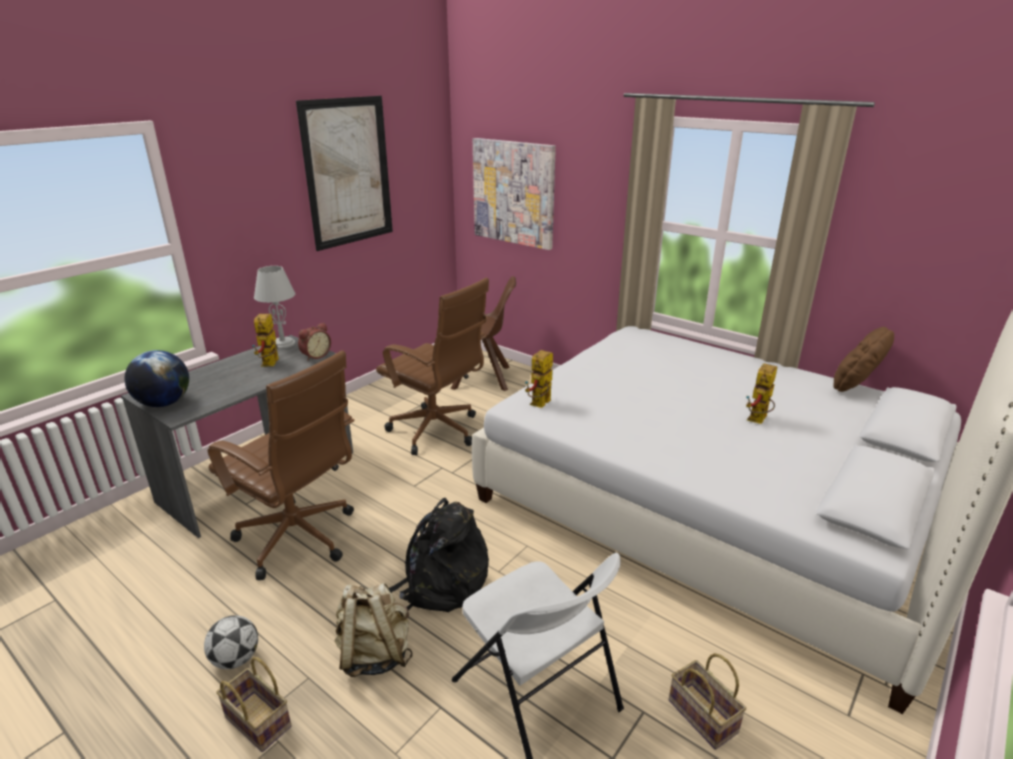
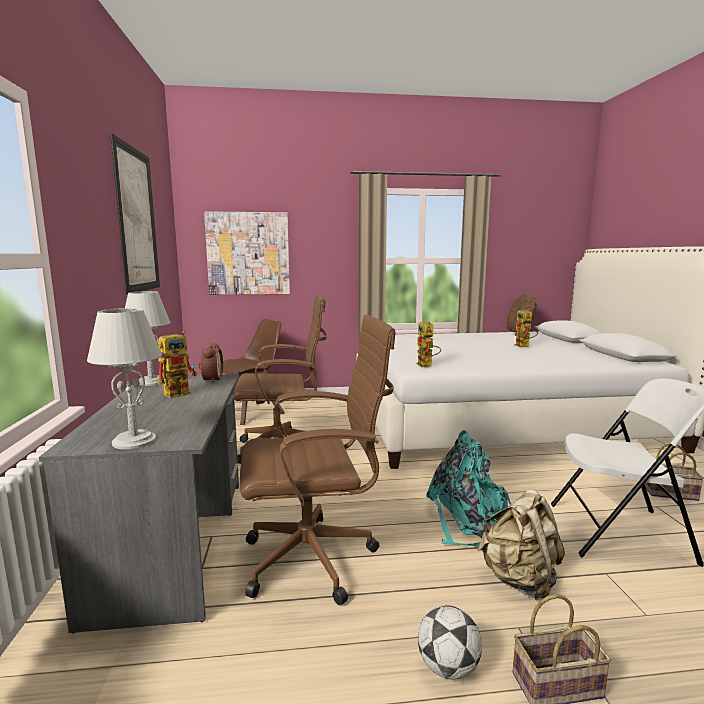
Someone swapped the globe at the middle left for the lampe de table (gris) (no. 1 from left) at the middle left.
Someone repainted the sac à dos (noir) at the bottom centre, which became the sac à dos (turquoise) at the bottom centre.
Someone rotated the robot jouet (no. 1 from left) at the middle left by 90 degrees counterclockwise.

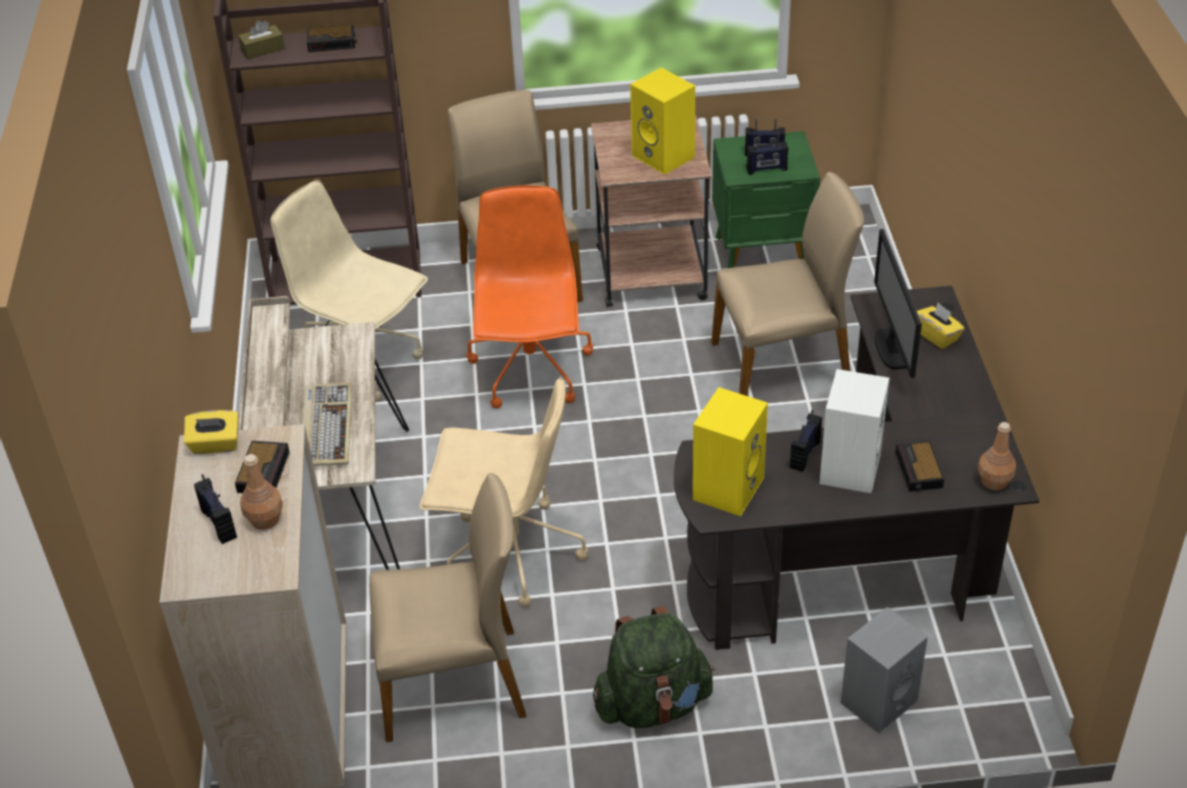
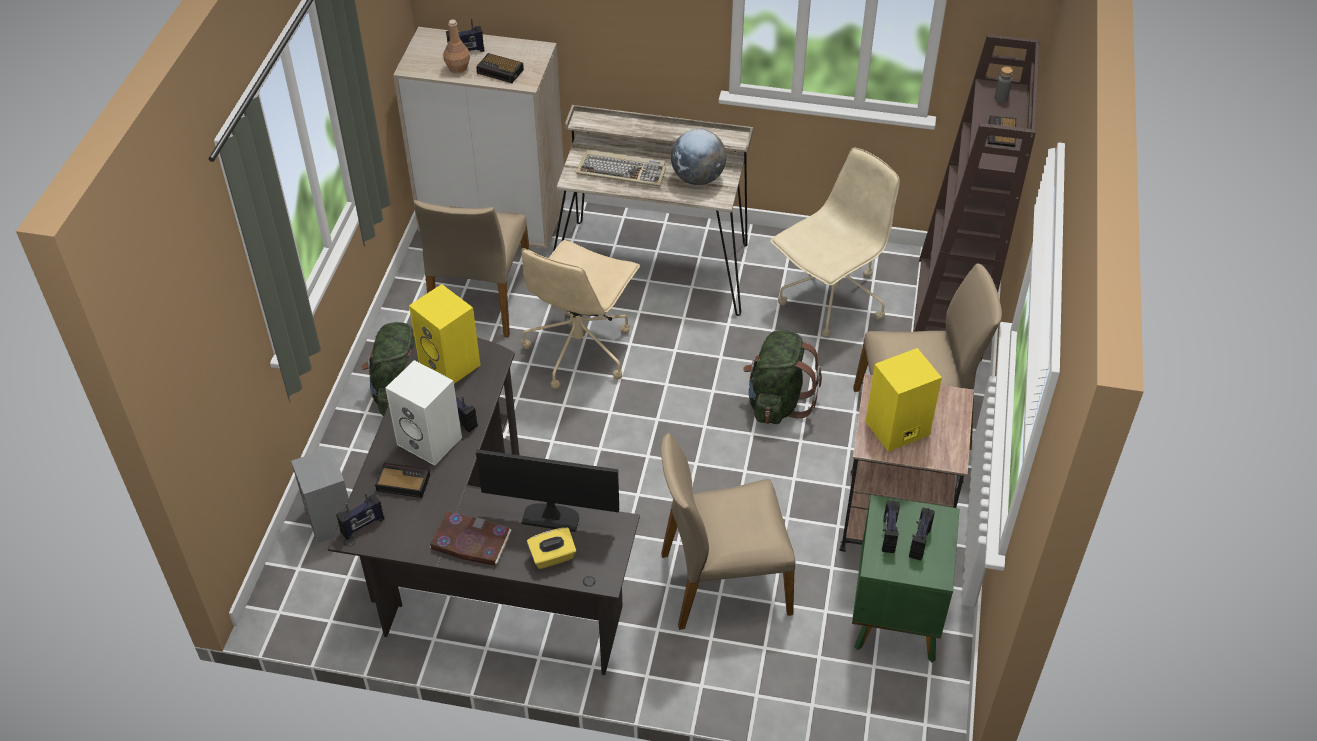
Someone took away the boîte à mouchoirs (jaune) (no. 1 from left) at the middle left.
Someone put down the livre at the bottom centre.
Someone put down the globe at the top centre.
Someone swapped the boîte à mouchoirs (marron) at the top left for the bouteille (gris) at the top right.
Someone swapped the chaise de bureau (orange) at the centre for the sac à dos (vert) (no. 2 from left) at the centre.
Someone swapped the bouteille (marron) (no. 2 from left) at the middle right for the radio (no. 1 from left) at the bottom left.
Someone rotated the chaise (beige) (no. 3 from left in the first image) at the centre by 75 degrees clockwise.

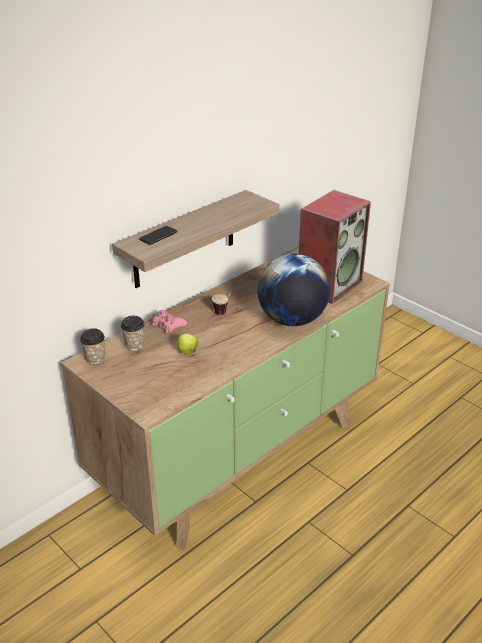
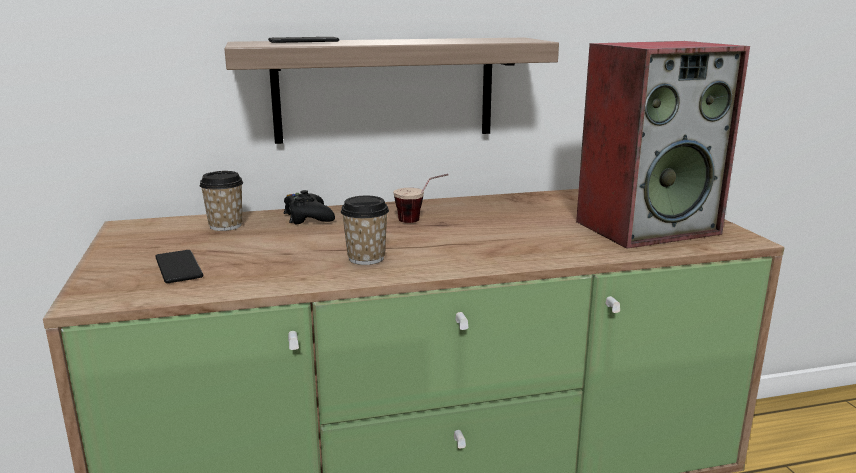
Someone took away the pomme at the centre.
Someone took away the globe at the centre.
Someone put down the téléphone (no. 1 from left) at the middle left.
Someone carried the tasse (no. 1 from left in the first image) from the middle left to the centre.
Someone repainted the manette (rose) at the centre, which became the manette (noir) at the centre.

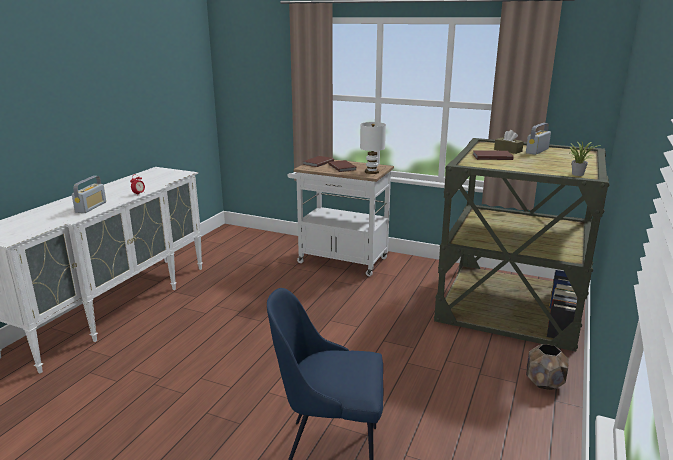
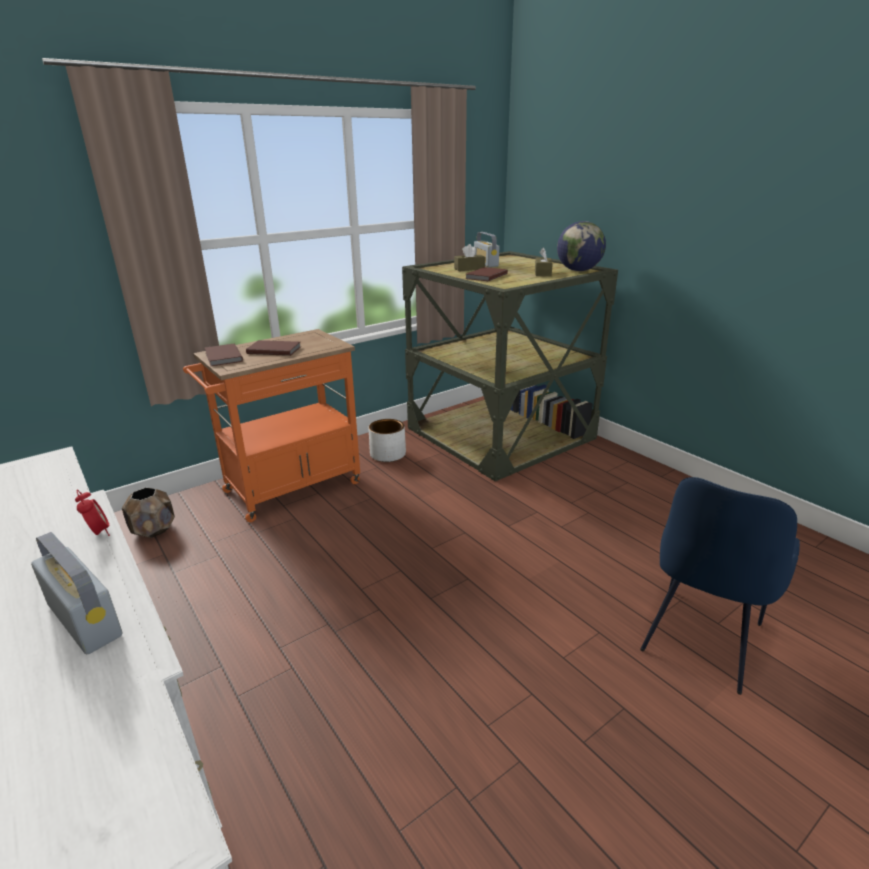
Someone took away the lampe de table (blanc) at the top centre.
Someone put down the cache-pot (blanc) at the centre.
Someone put down the boîte à mouchoirs (marron) (no. 2 from left) at the top centre.
Someone carried the cache-pot (marron) from the bottom right to the middle left.
Someone swapped the plante en pot at the middle right for the globe at the top right.
Someone repainted the chariot (blanc) at the centre, which became the chariot (orange) at the middle left.

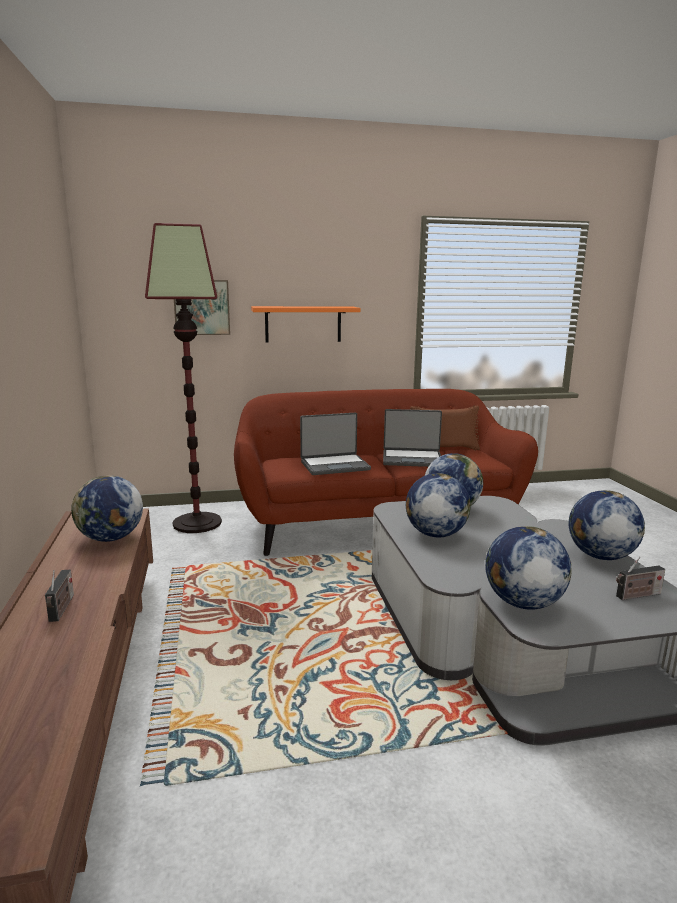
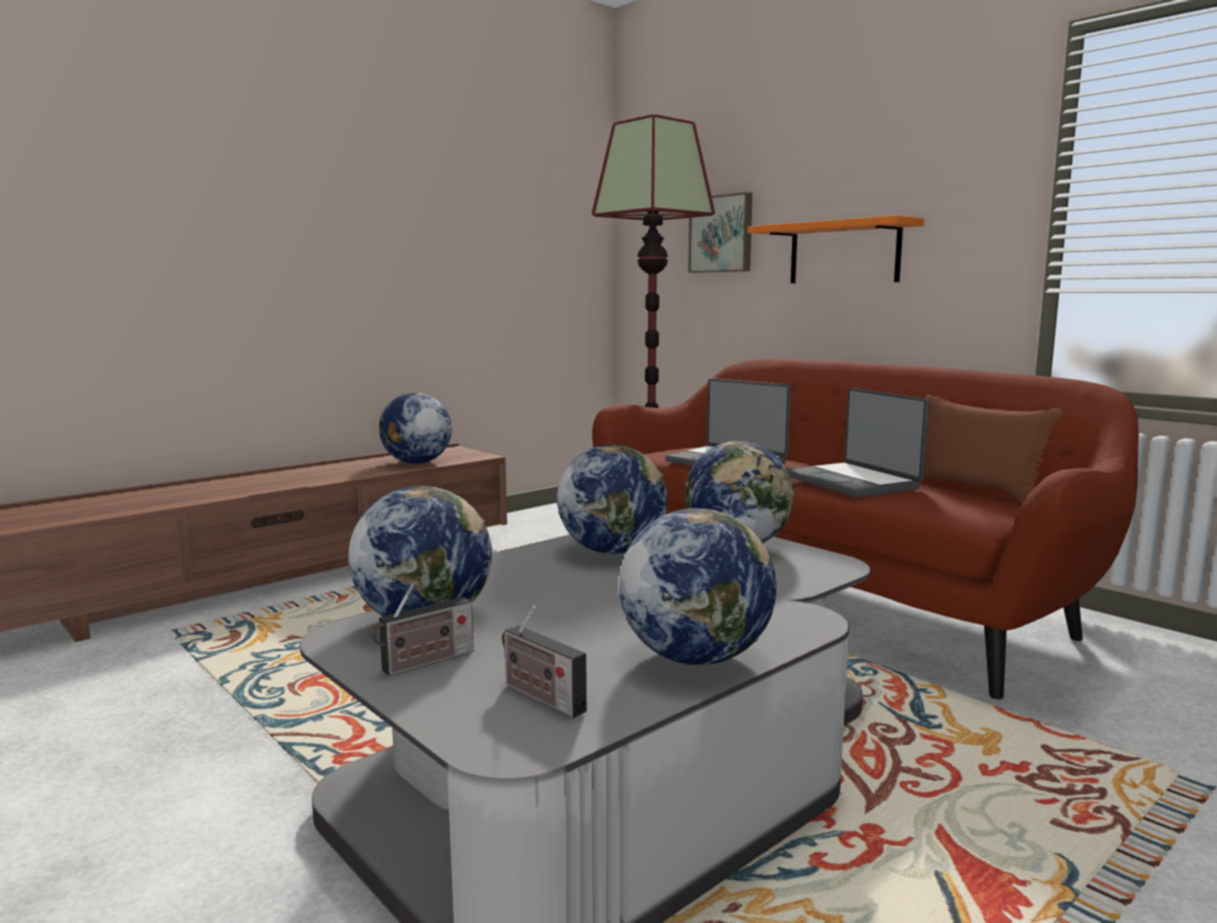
Someone carried the radio (no. 1 from left) from the middle left to the bottom centre.

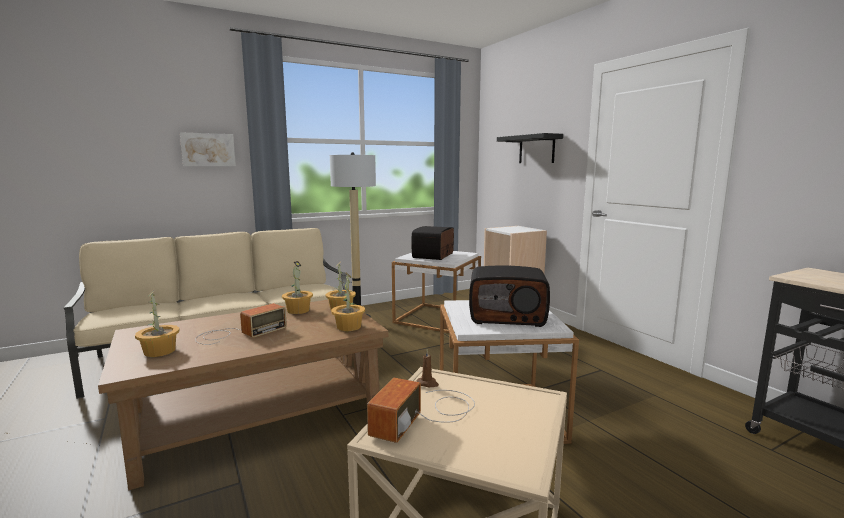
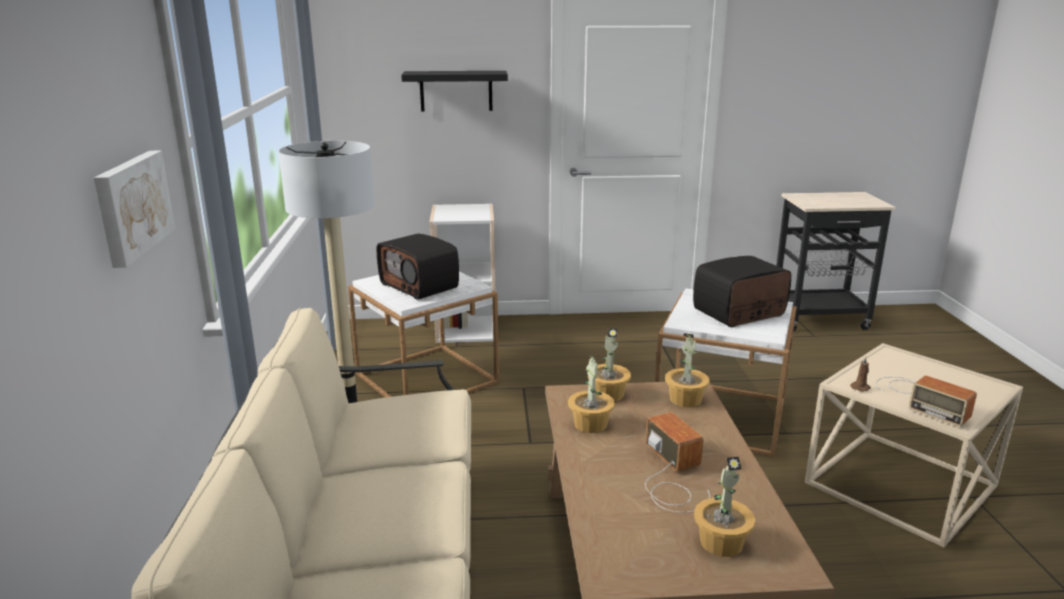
Someone rotated the radio (no. 4 from left in the first image) at the centre by 150 degrees counterclockwise.

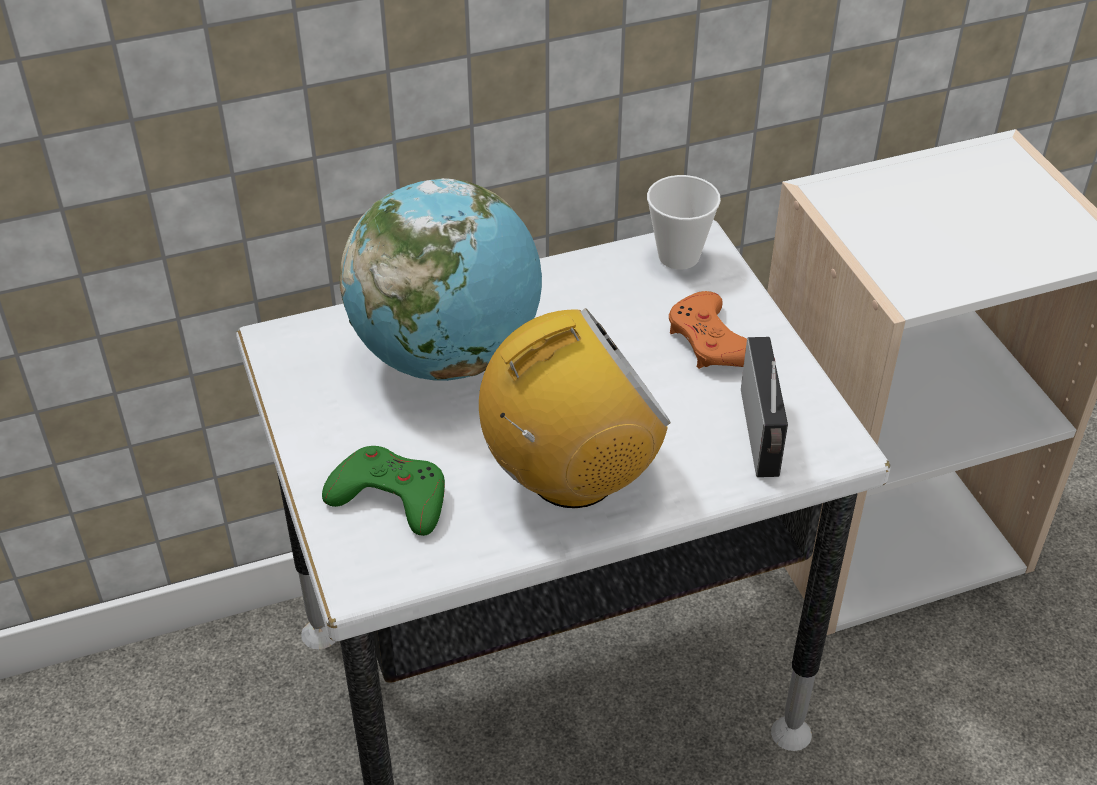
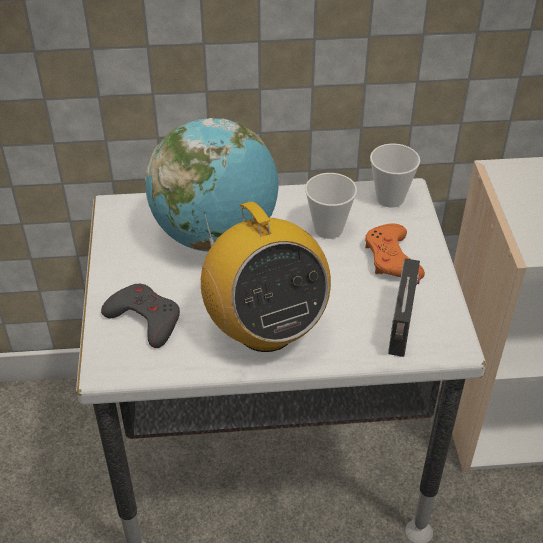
Someone put down the tasse (no. 1 from left) at the centre.
Someone repainted the manette (vert) at the centre, which became the manette (gris) at the middle left.
Someone rotated the radio (no. 1 from left) at the centre by 75 degrees clockwise.

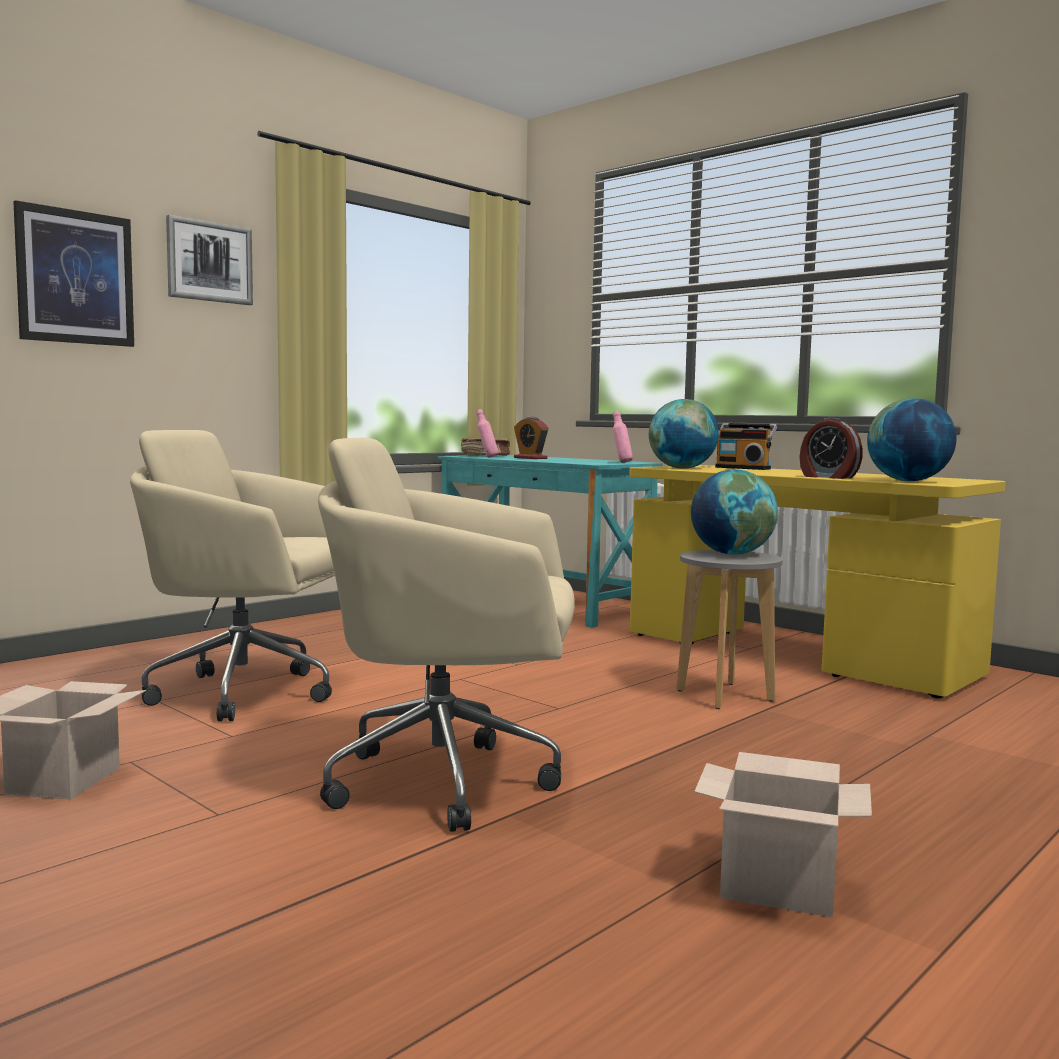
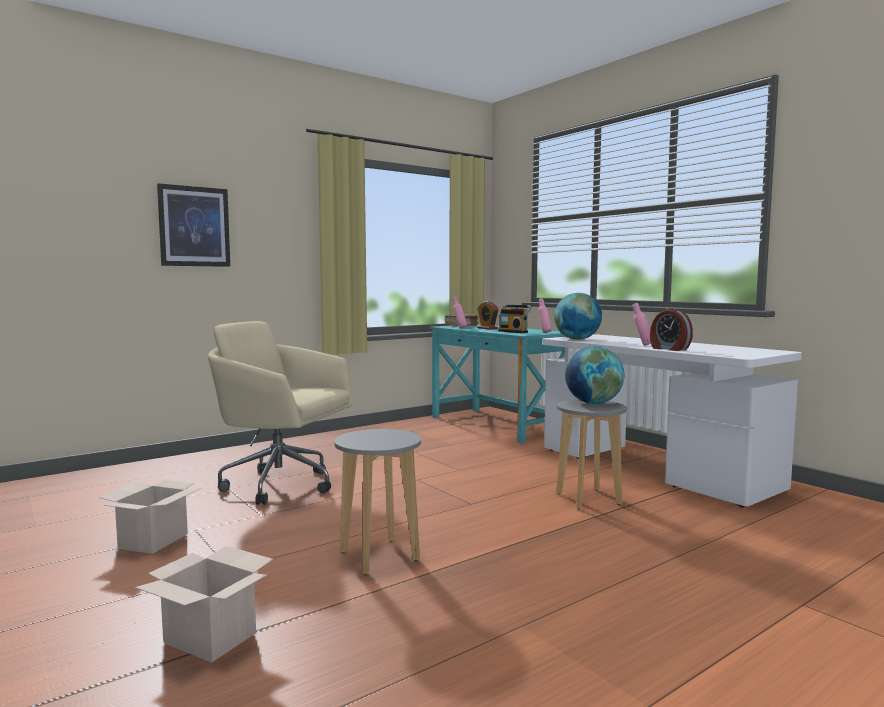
Someone took away the tableau (no. 2 from left) at the top left.
Someone took away the globe (no. 3 from left) at the middle right.
Someone put down the bouteille (rose) (no. 3 from left) at the middle right.
Someone carried the carton (no. 2 from left) from the bottom right to the bottom left.
Someone carried the radio from the middle right to the centre.
Someone swapped the chaise de bureau (beige) (no. 2 from left) at the centre for the tabouret (gris) (no. 1 from left) at the bottom centre.
Someone repainted the bureau (jaune) at the middle right, which became the bureau (blanc) at the middle right.

